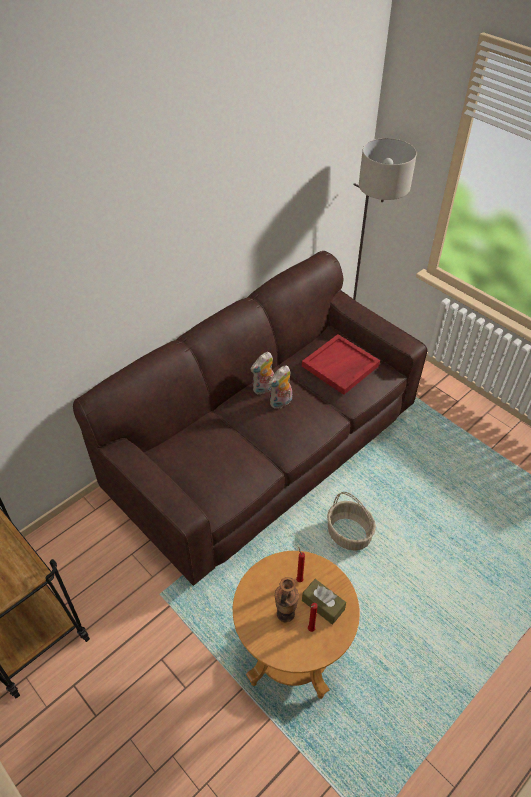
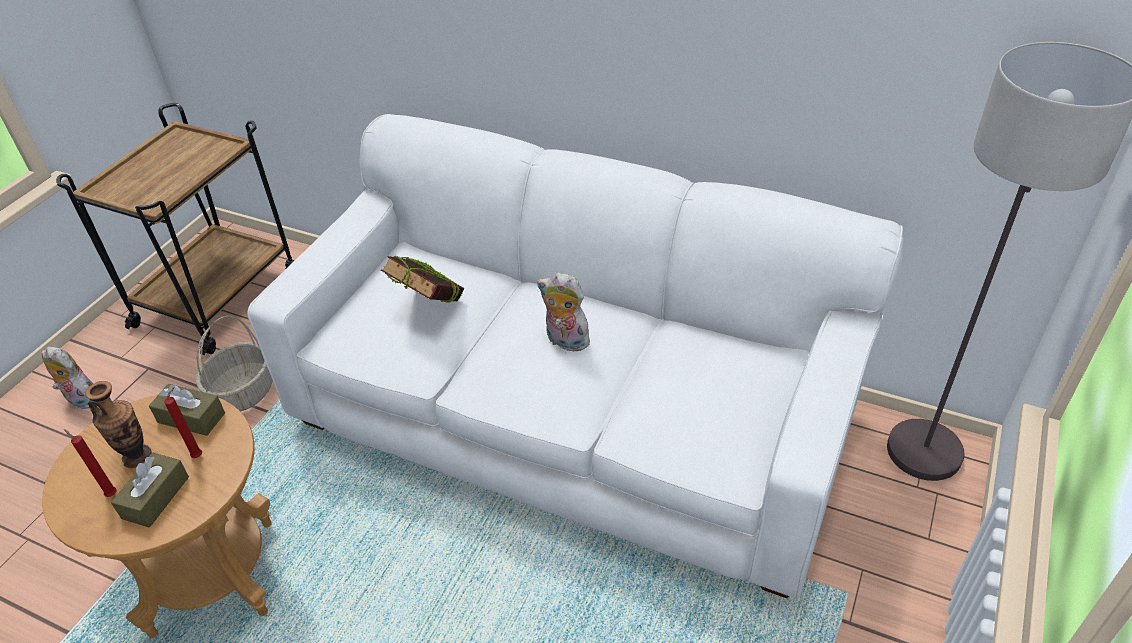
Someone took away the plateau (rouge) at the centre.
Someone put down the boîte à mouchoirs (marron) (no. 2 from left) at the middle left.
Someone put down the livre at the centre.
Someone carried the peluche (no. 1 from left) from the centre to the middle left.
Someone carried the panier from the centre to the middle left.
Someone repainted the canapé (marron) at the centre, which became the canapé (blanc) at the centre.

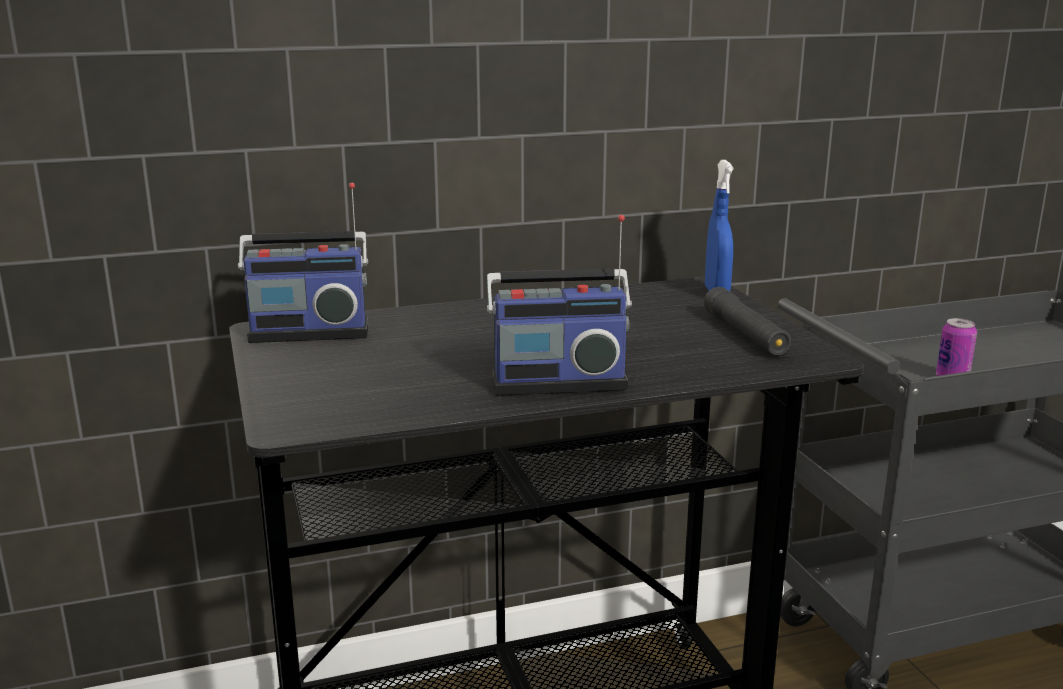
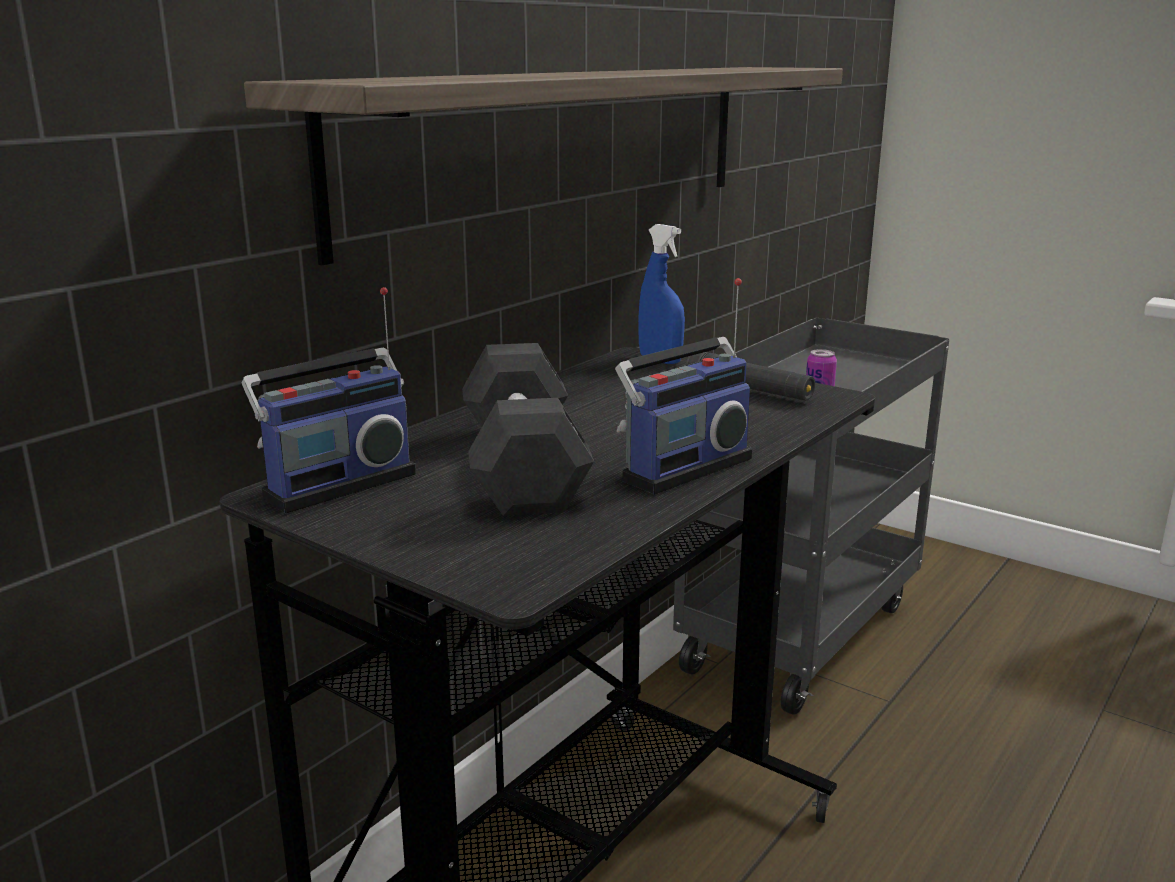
Someone put up the étagère at the top centre.
Someone put down the haltère (noir) at the centre.

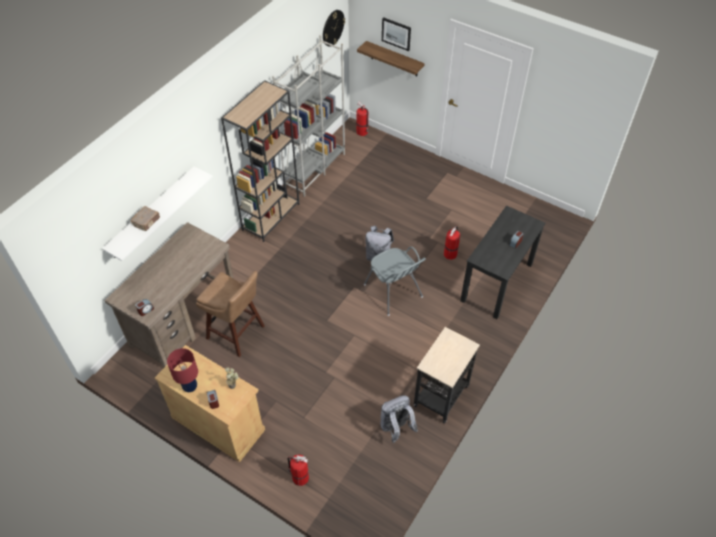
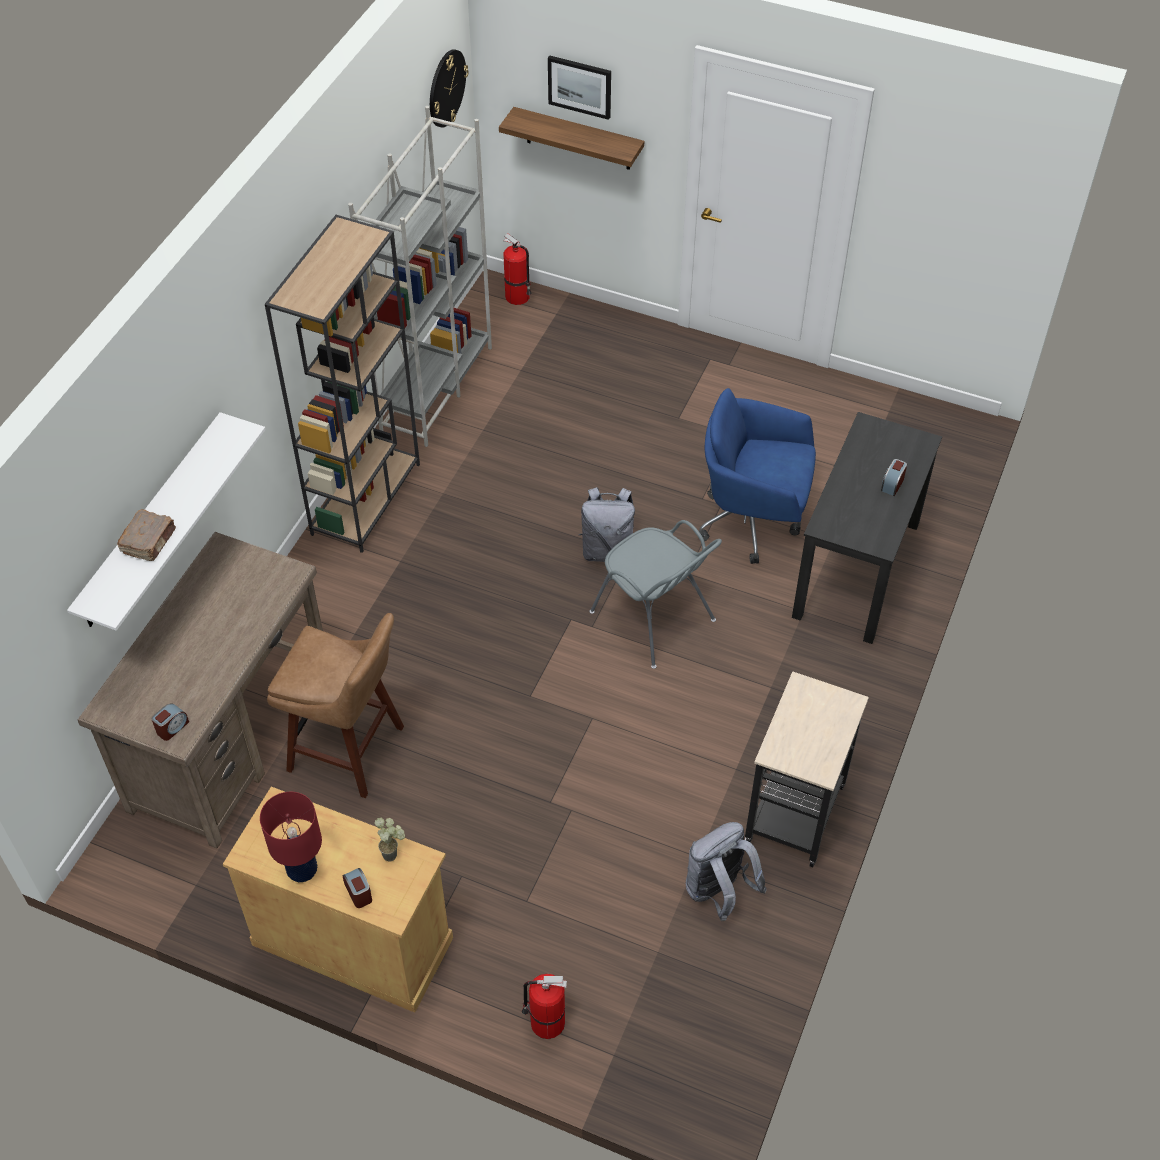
Someone swapped the extincteur (no. 3 from left) at the centre for the chaise de bureau (bleu) at the centre.

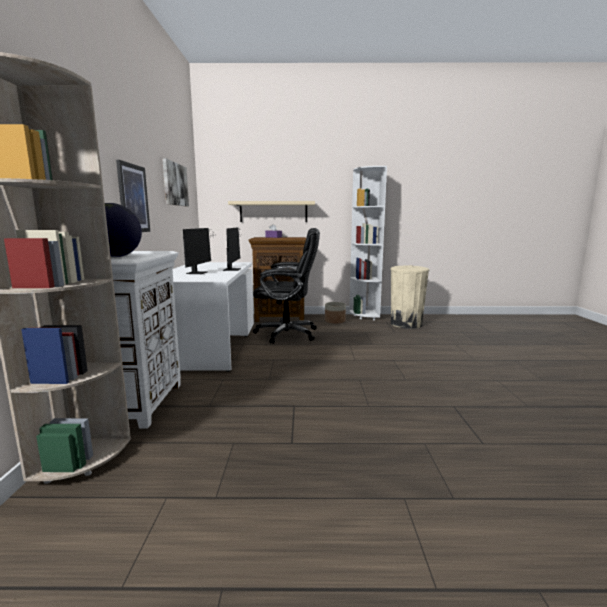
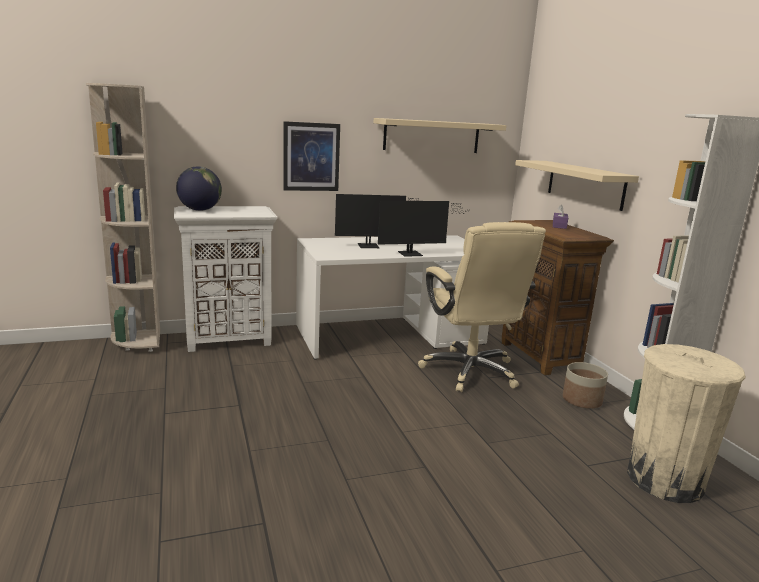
Someone swapped the tableau (no. 2 from left) at the top left for the étagère (beige) (no. 1 from left) at the top centre.
Someone repainted the chaise de bureau (noir) at the centre, which became the chaise de bureau (beige) at the centre.

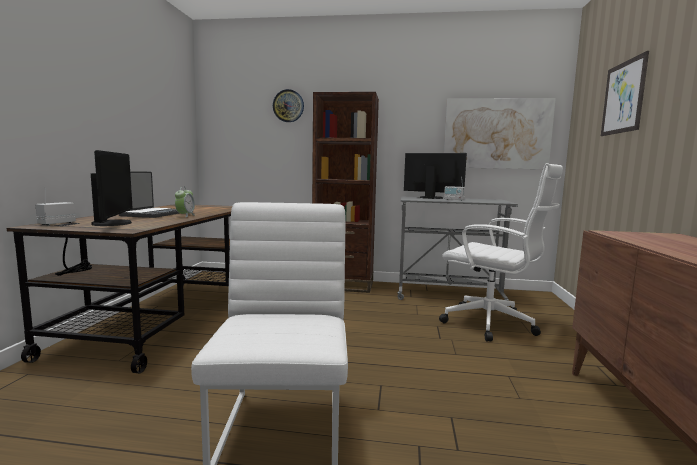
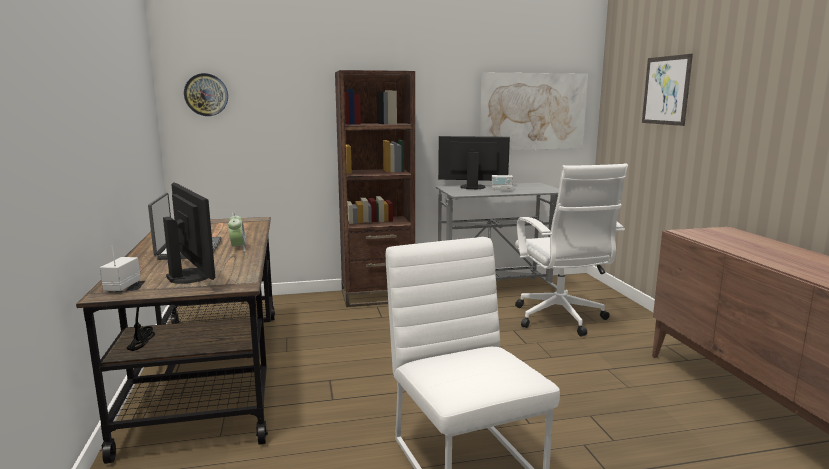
Someone carried the horloge murale from the top centre to the top left.
Someone rotated the chaise de bureau (blanc) at the middle right by 60 degrees clockwise.

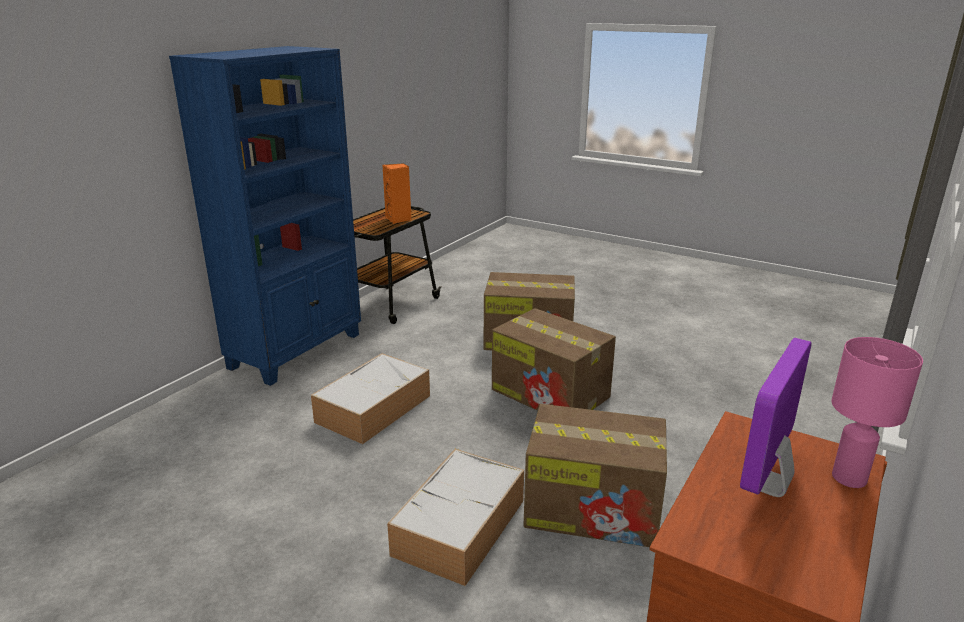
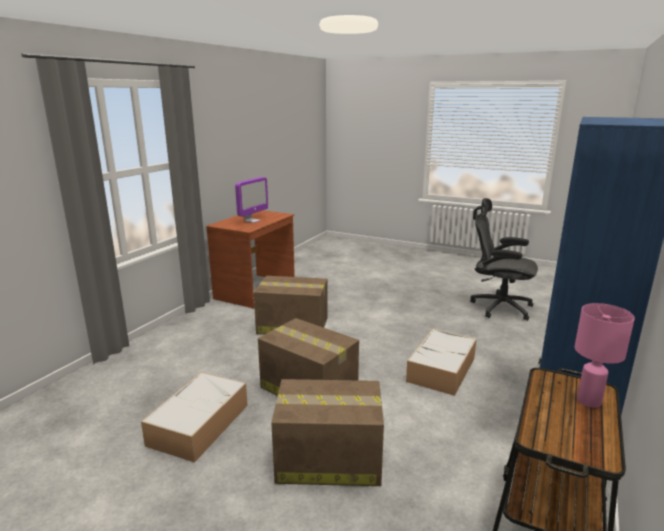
Someone took away the enceinte (orange) at the top centre.
Someone put down the chaise de bureau at the middle right.
Someone carried the boîte de rangement (no. 2 from left in the first image) from the bottom centre to the bottom left.
Someone carried the lampe de table (rose) from the middle right to the bottom right.

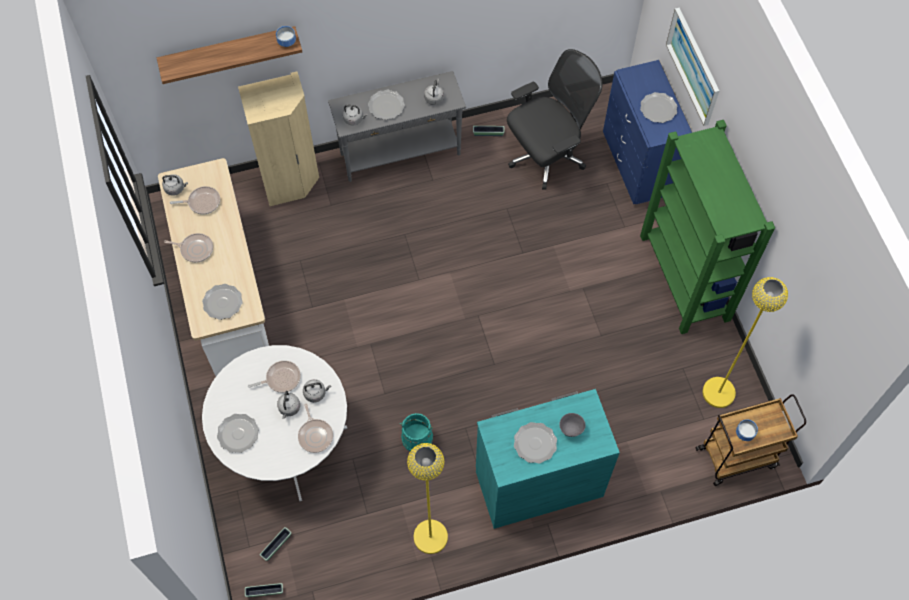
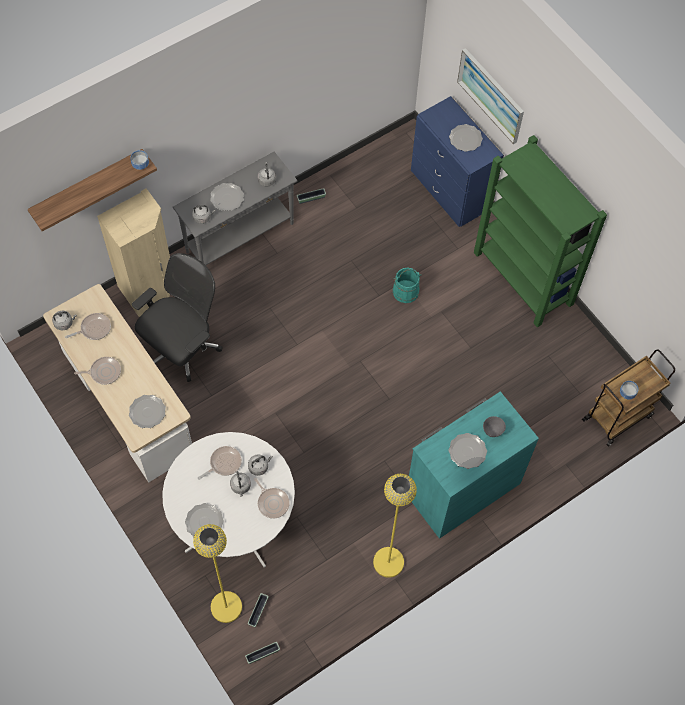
Someone carried the seau (turquoise) from the bottom centre to the centre.
Someone carried the chaise de bureau from the top centre to the middle left.
Someone carried the lampadaire (jaune) (no. 2 from left in the first image) from the middle right to the bottom left.

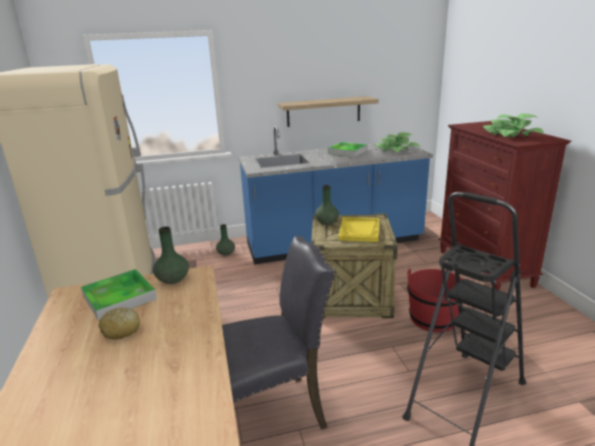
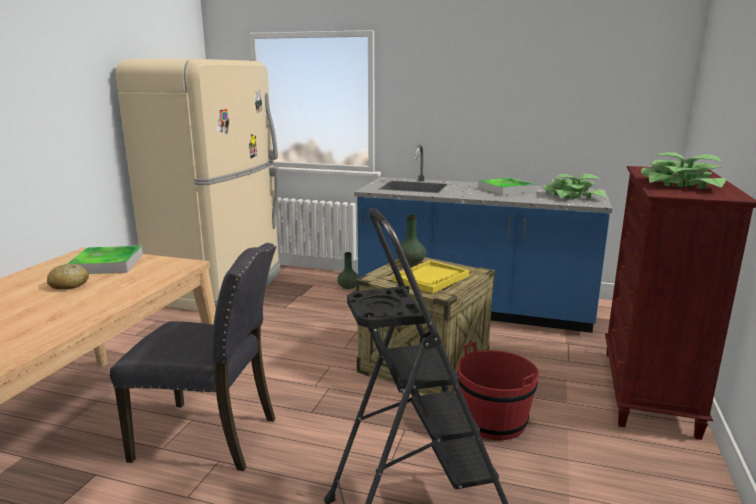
Someone took away the vase (vert) (no. 1 from left) at the middle left.
Someone took away the étagère at the top centre.

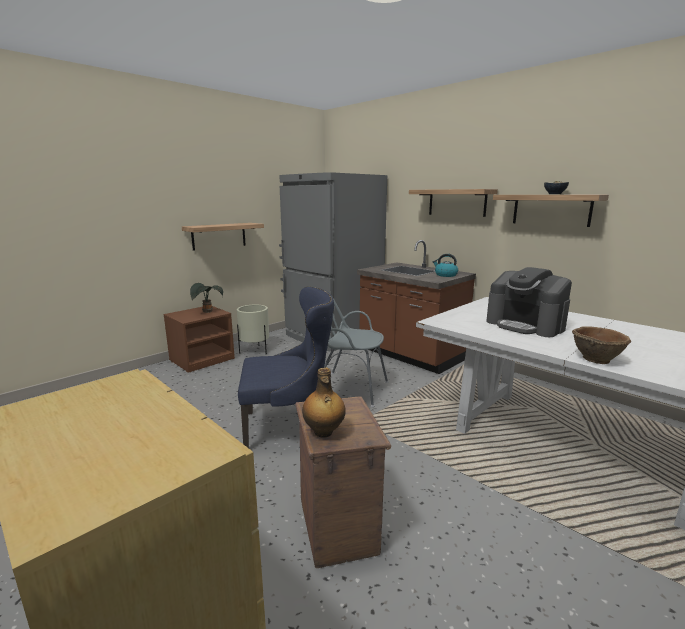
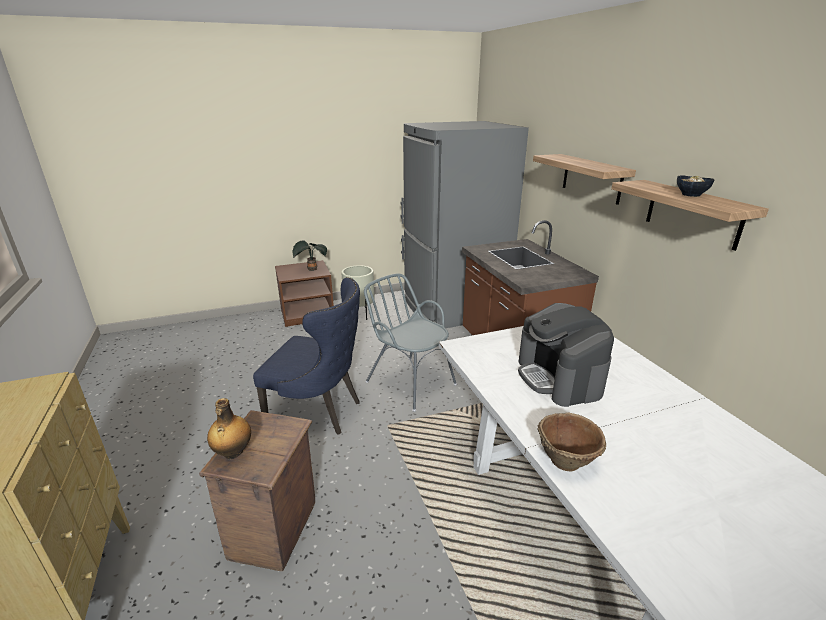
Someone took away the étagère (no. 1 from left) at the middle left.
Someone took away the bouilloire at the centre.

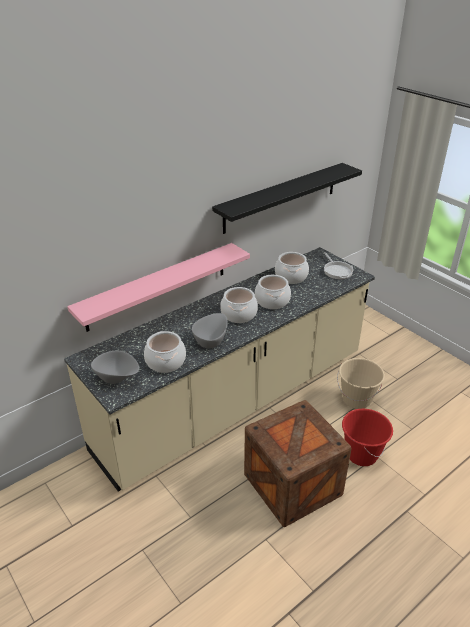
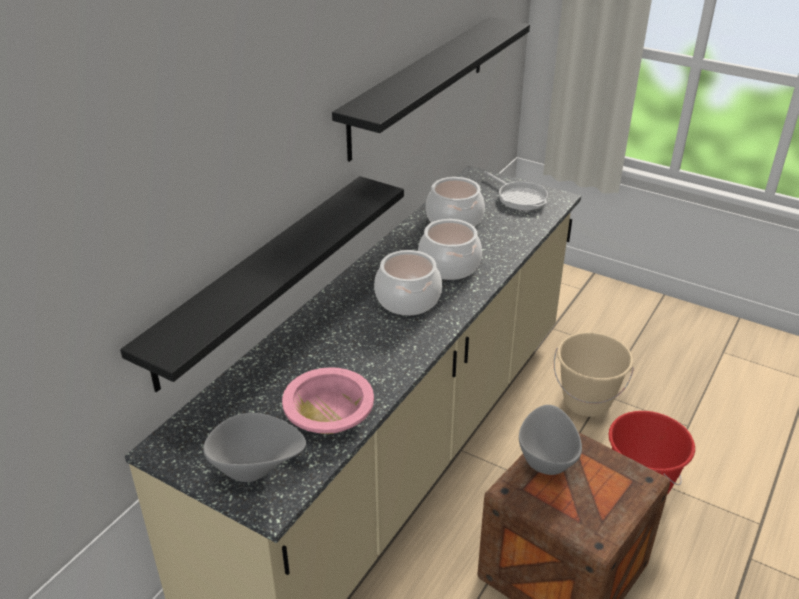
Someone carried the bol (gris) (no. 2 from left) from the centre to the bottom right.
Someone swapped the marmite (no. 1 from left) at the centre for the bol (rose) at the bottom centre.
Someone repainted the étagère (rose) at the centre, which became the étagère (noir) (no. 1 from left) at the middle left.

